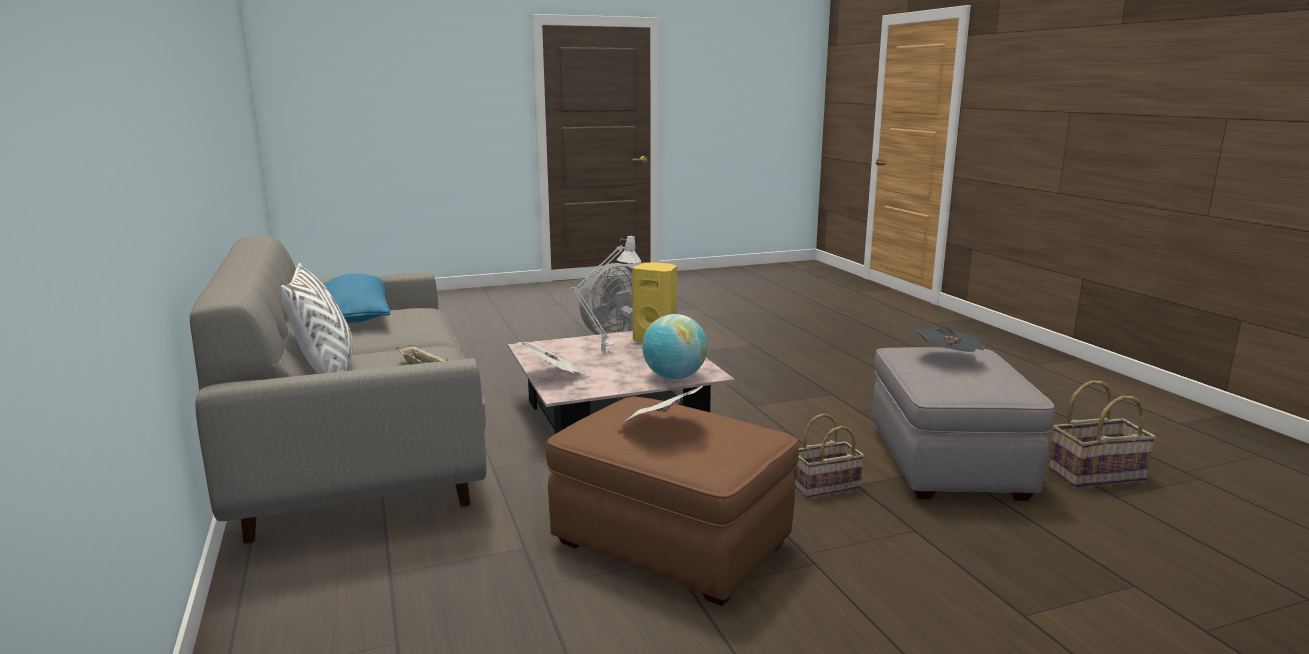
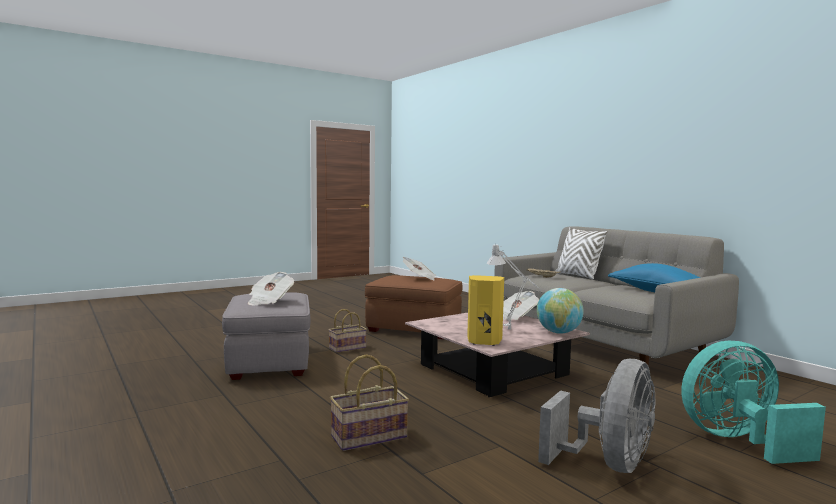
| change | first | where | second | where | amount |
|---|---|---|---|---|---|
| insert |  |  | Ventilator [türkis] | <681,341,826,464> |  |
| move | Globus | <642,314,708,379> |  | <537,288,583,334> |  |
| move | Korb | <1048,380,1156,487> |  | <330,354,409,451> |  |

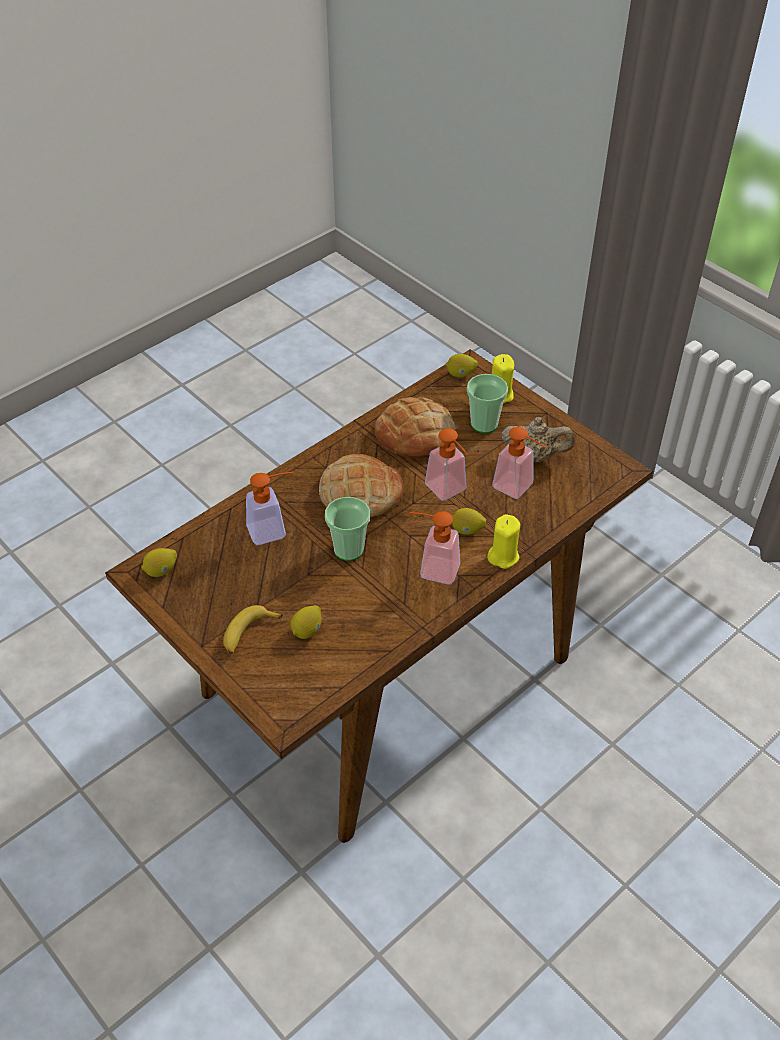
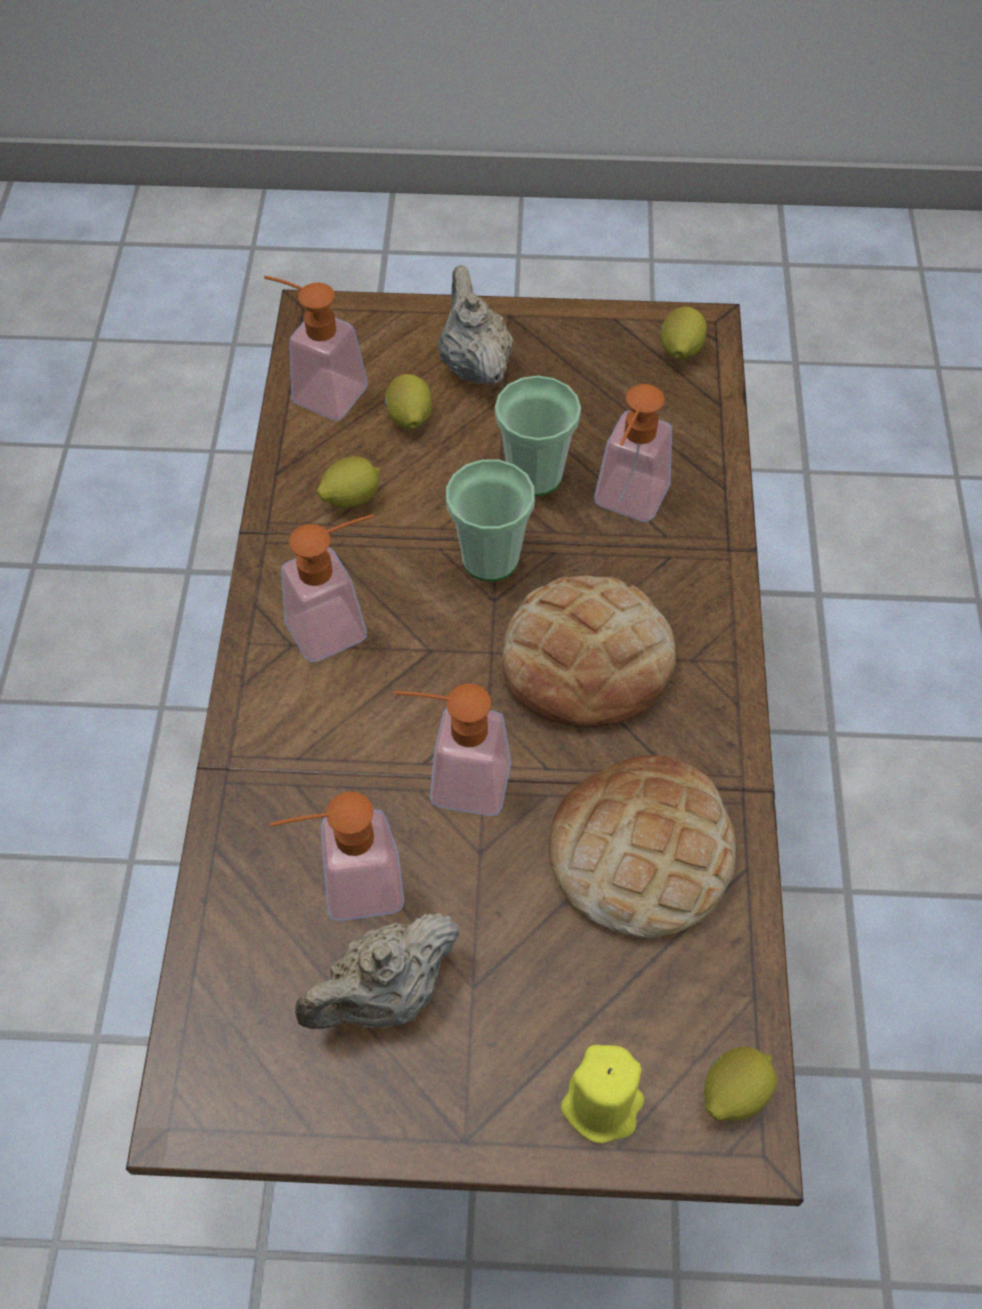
| change | first | where | second | where | amount |
|---|---|---|---|---|---|
| delete | Kerze [gelb] | <487,514,520,569> |  |  |  |
| insert |  |  | Seifenspender | <264,275,368,421> |  |
| move | Zitrone | <452,508,486,535> |  | <316,456,380,508> |  |
| move | Tasse | <467,374,508,433> |  | <495,376,581,496> |  |
| replace | Banane | <223,605,283,654> | Teekanne [beige] | <438,265,514,385> |  |

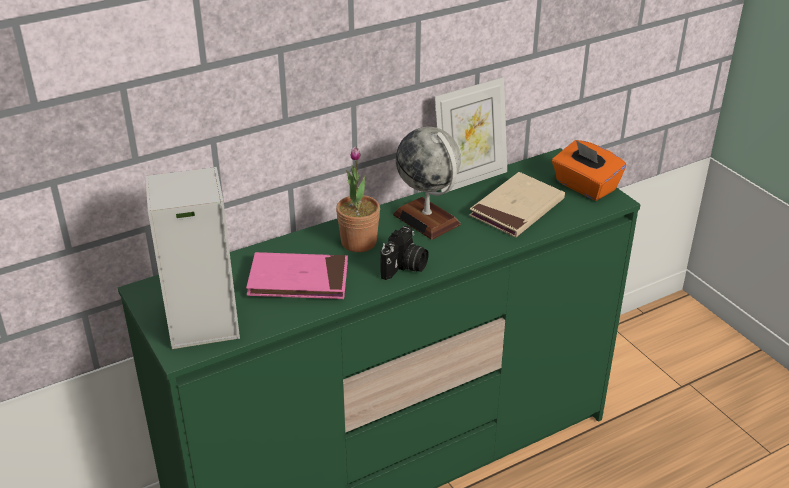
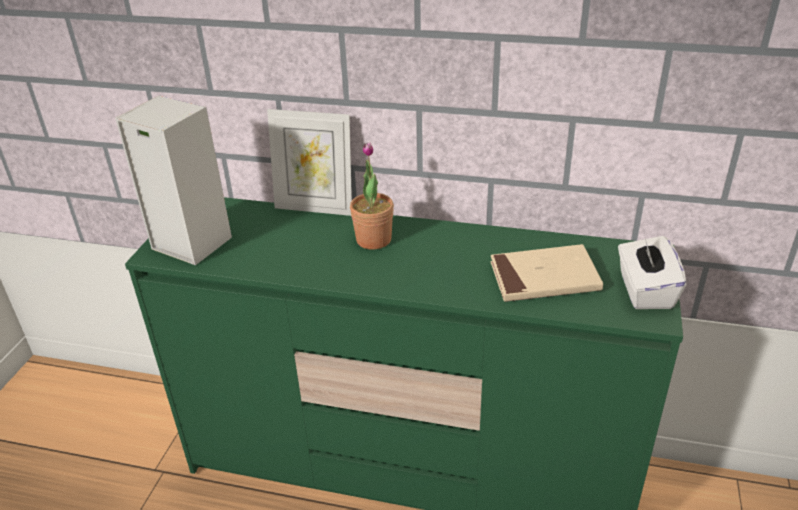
| change | first | where | second | where | amount |
|---|---|---|---|---|---|
| delete | Buch [rosa] | <246,252,348,299> |  |  |  |
| delete | Kamera | <380,226,429,280> |  |  |  |
| delete | Globus | <393,127,461,240> |  |  |  |
| move | Bilderrahmen | <435,77,507,192> |  | <267,109,352,216> |  |
| recolor | Taschentuchbox [orange] | <552,140,626,201> | Taschentuchbox [weiß] | <618,235,686,309> |  |

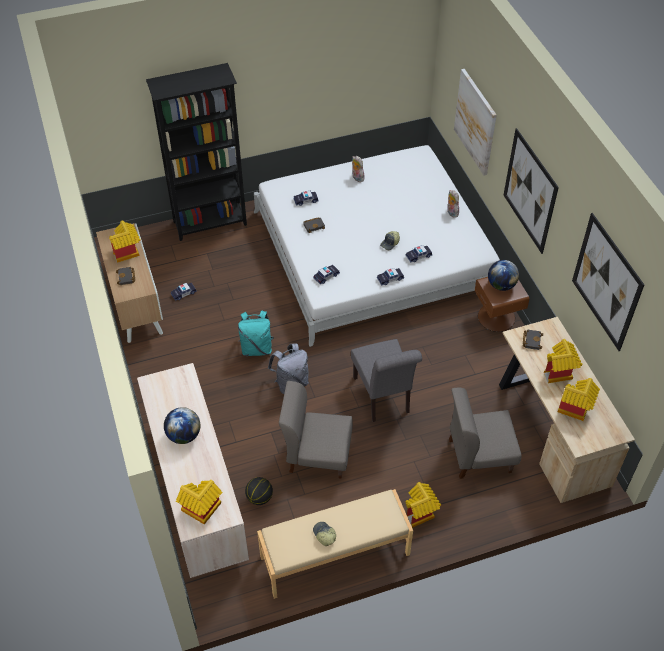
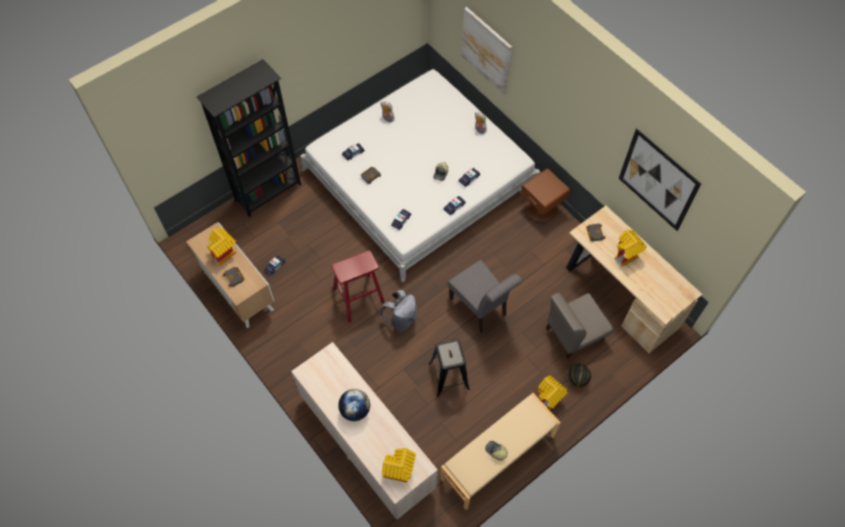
| change | first | where | second | where | amount |
|---|---|---|---|---|---|
| delete | Globus | <488,260,519,291> |  |  |  |
| delete | Bild | <504,128,559,254> |  |  |  |
| delete | Spielzeughaus | <558,378,600,421> |  |  |  |
| move | Basketball | <245,477,273,505> |  | <568,364,591,387> |  |
| replace | Rucksack [türkis] | <238,310,274,356> | Hocker [rot] | <331,250,387,323> |  |
| replace | Stuhl [grau] | <279,381,353,479> | Hocker [schwarz] | <429,339,470,397> |  |

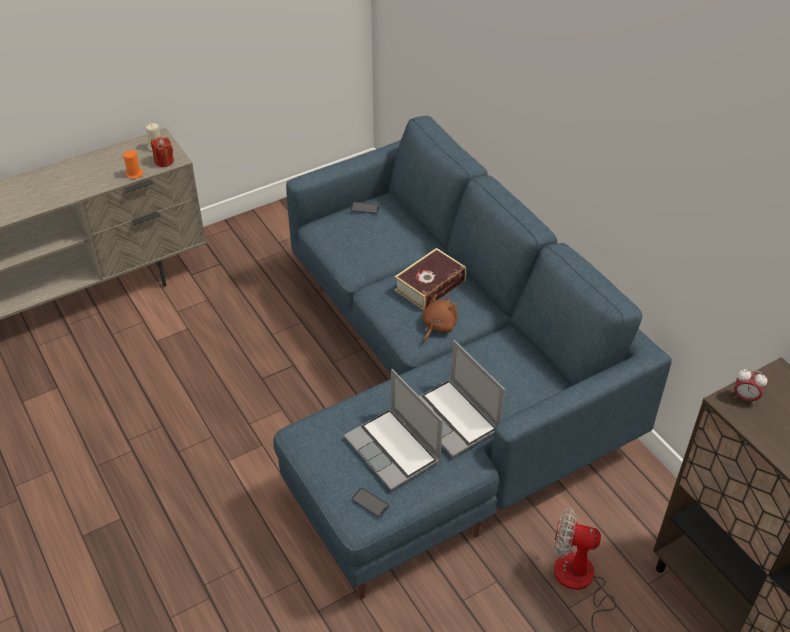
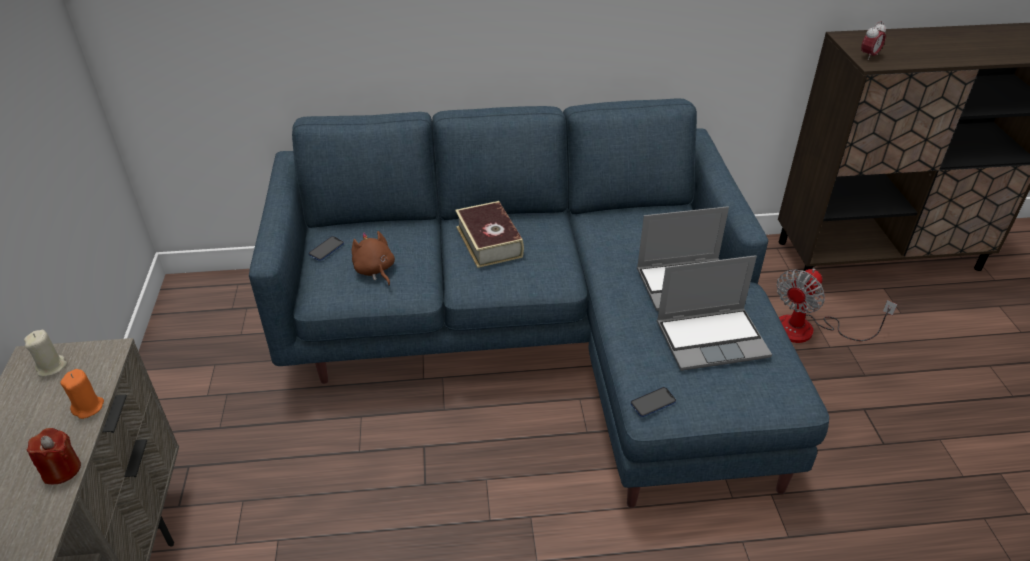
| change | first | where | second | where | amount |
|---|---|---|---|---|---|
| move | Kerze [rot] | <151,137,174,167> |  | <27,428,81,485> |  |
| move | Handy | <352,488,389,518> |  | <631,387,676,417> |  |
| move | Plüschtier [braun] | <422,294,458,342> |  | <352,231,395,286> |  |

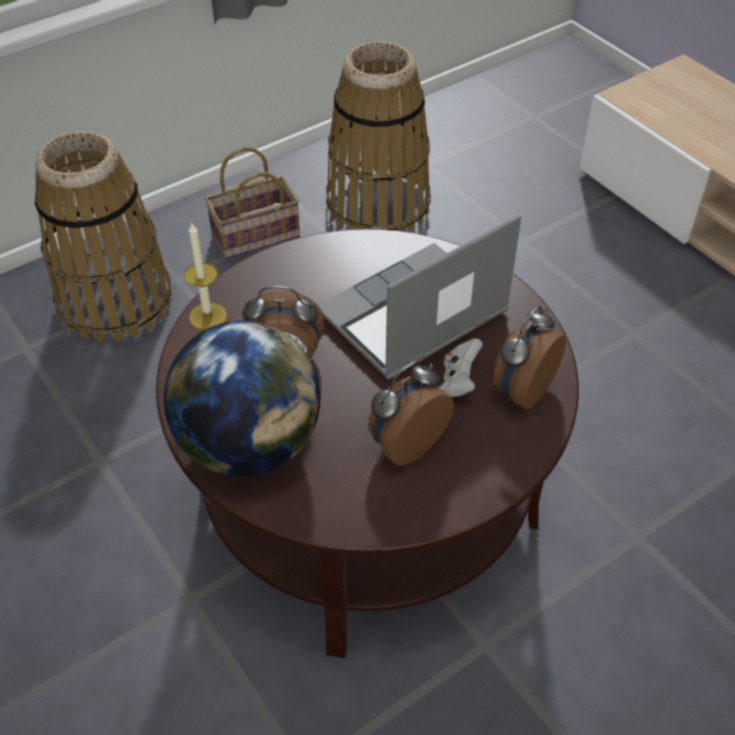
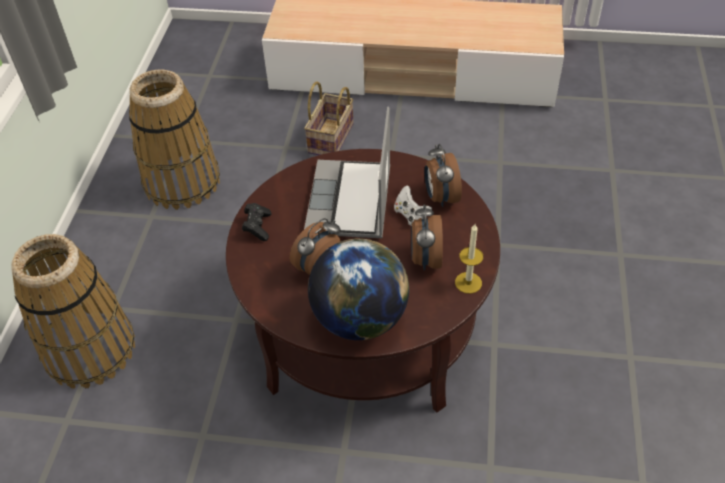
| change | first | where | second | where | amount |
|---|---|---|---|---|---|
| insert |  |  | Gamepad [schwarz] | <242,203,271,241> |  |
| move | Kerze | <184,222,227,330> |  | <455,224,483,294> |  |
| move | Korb | <205,147,300,259> |  | <304,82,354,155> |  |

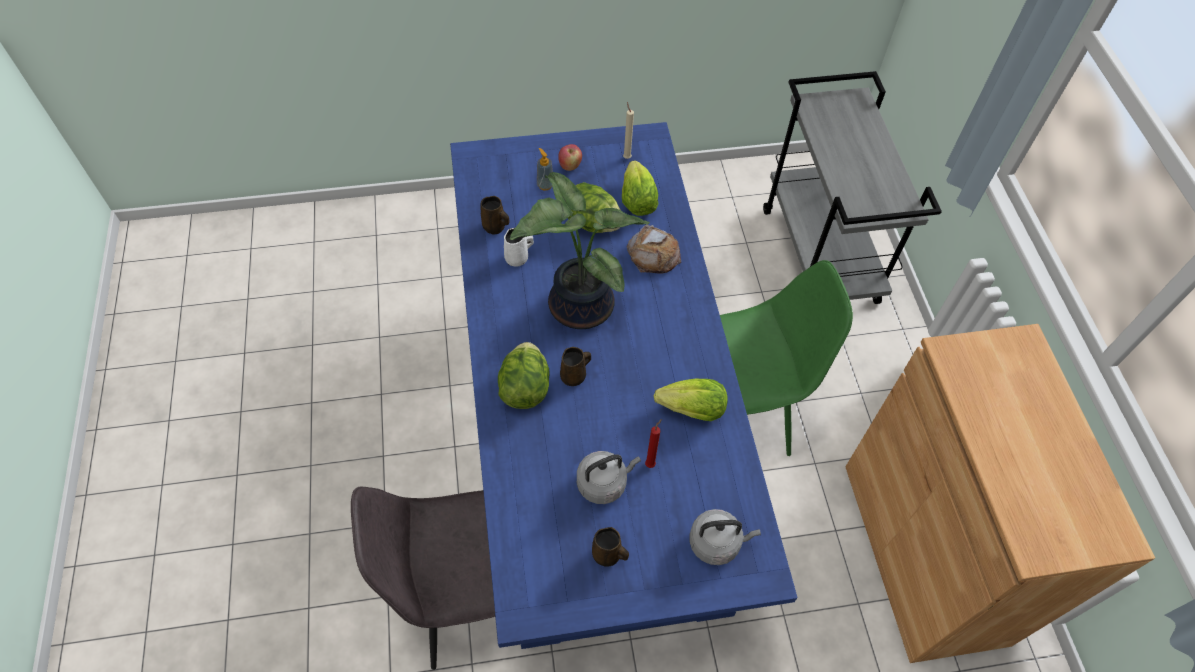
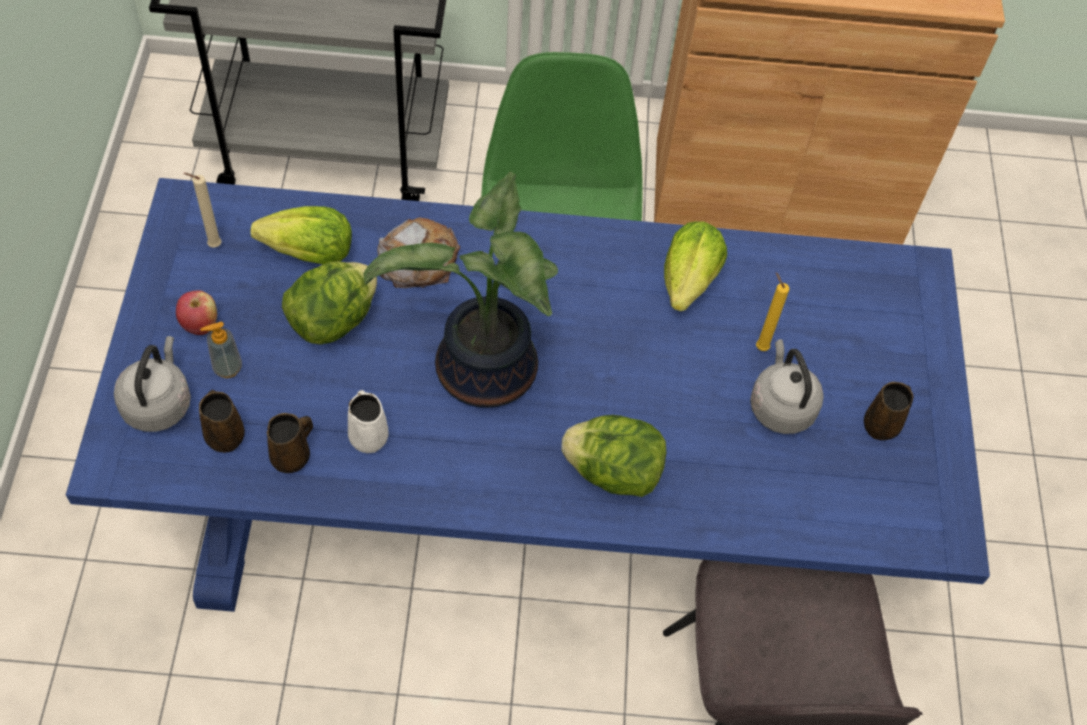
| change | first | where | second | where | amount |
|---|---|---|---|---|---|
| move | Henkelbecher [braun] | <560,347,591,386> |  | <199,390,245,453> |  |
| move | Wasserkessel [grau] | <689,509,761,565> |  | <114,336,191,432> |  |
| recolor | Kerze [rot] | <645,419,662,468> | Kerze [gelb] | <756,272,789,351> |  |

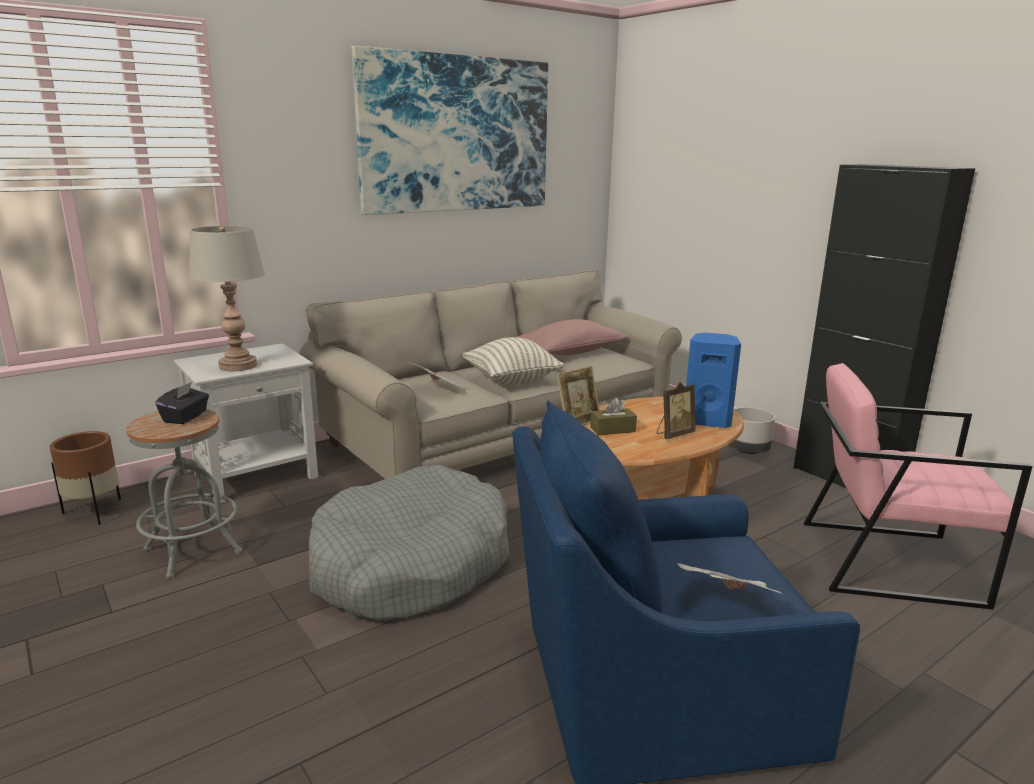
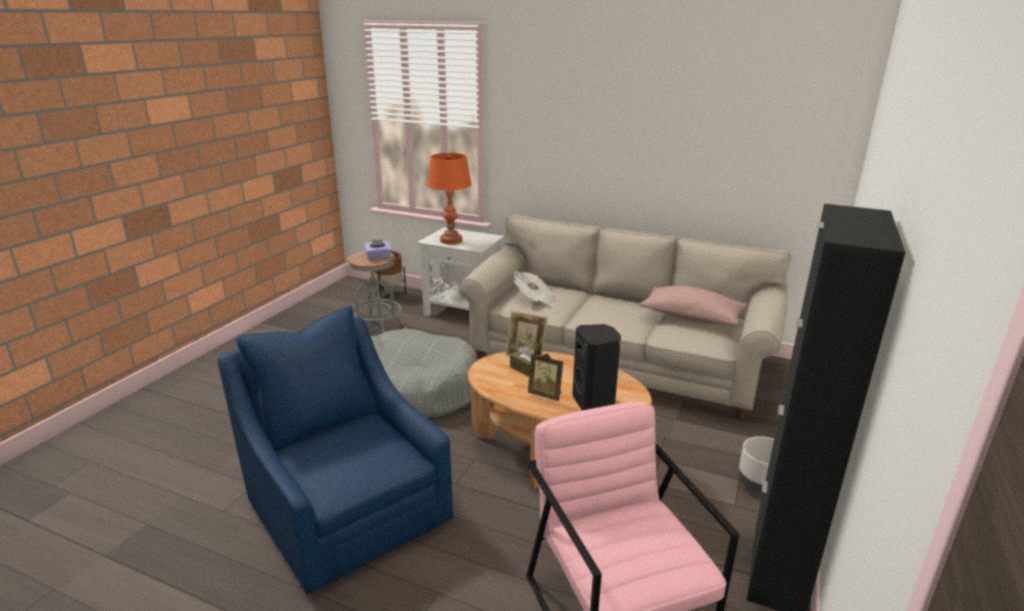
| change | first | where | second | where | amount |
|---|---|---|---|---|---|
| delete | Bild | <352,46,548,215> |  |  |  |
| delete | Kissen | <462,337,564,385> |  |  |  |
| delete | Zeitung | <677,563,787,596> |  |  |  |
| recolor | Taschentuchbox [schwarz] | <155,382,209,424> | Taschentuchbox [lila] | <364,239,392,260> |  |
| recolor | Tischlampe [grau] | <188,226,265,371> | Tischlampe [orange] | <427,153,472,244> |  |
| recolor | Lautsprecher [blau] | <686,333,741,428> | Lautsprecher [schwarz] | <572,324,621,410> |  |

